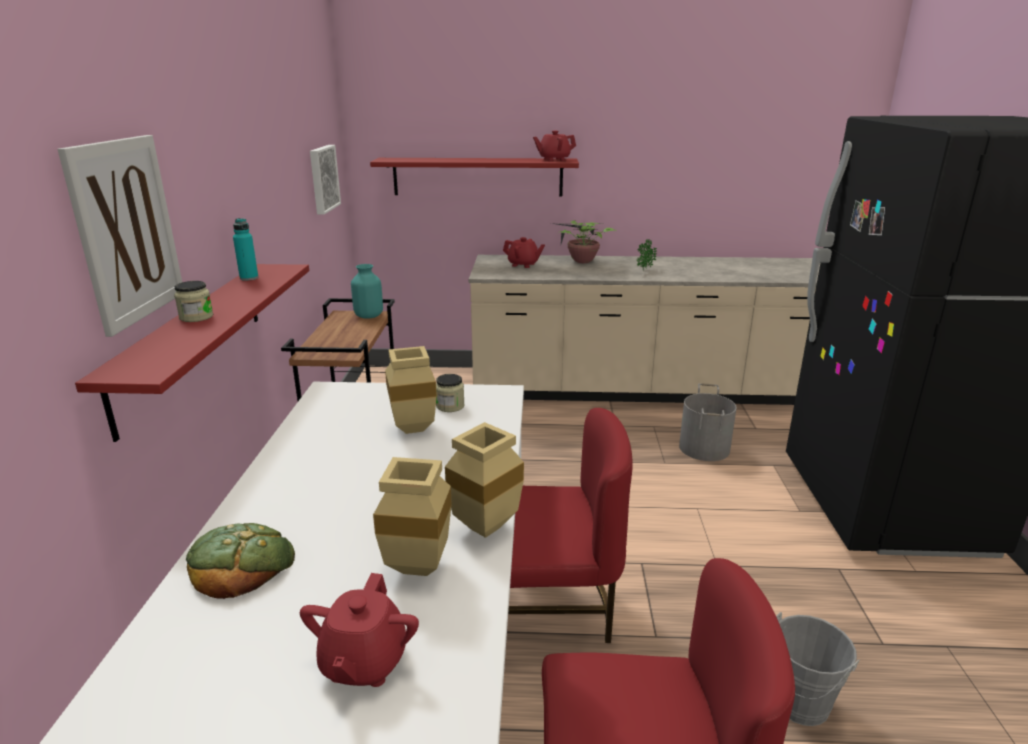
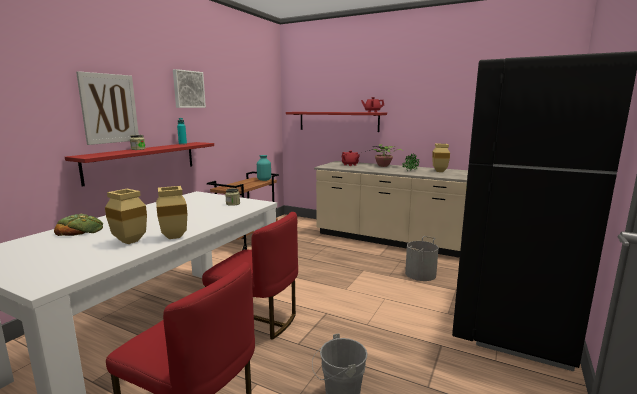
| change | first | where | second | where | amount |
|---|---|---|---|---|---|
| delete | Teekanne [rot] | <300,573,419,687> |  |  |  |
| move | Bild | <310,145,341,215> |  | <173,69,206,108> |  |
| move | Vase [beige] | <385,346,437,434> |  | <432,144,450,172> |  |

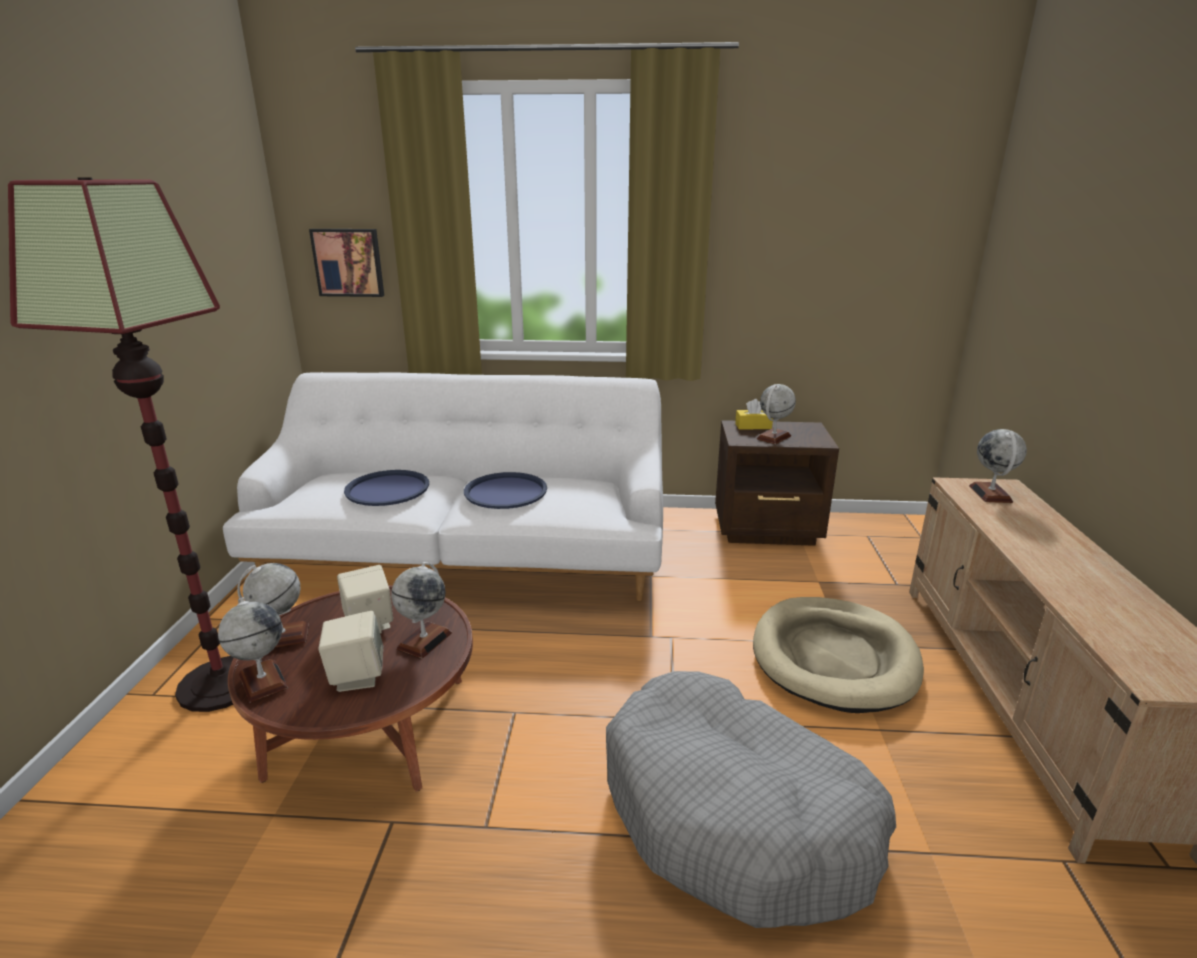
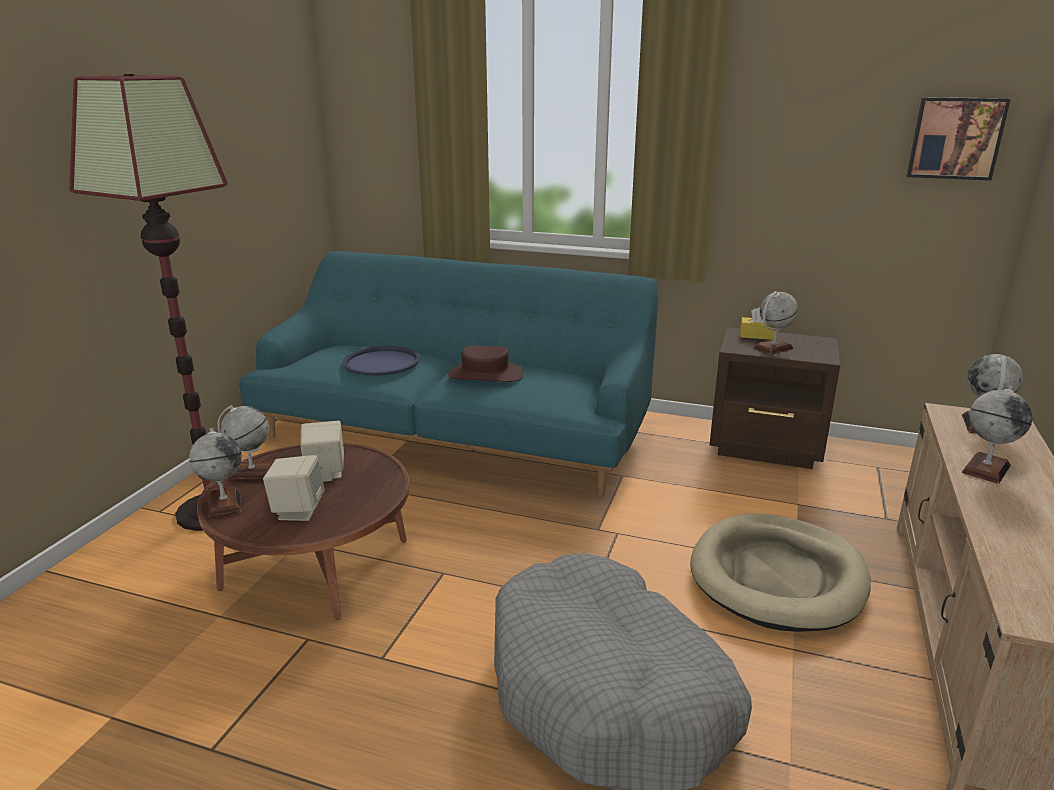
| change | first | where | second | where | amount |
|---|---|---|---|---|---|
| move | Bild | <309,229,384,297> |  | <907,97,1011,181> |  |
| move | Globus | <391,562,452,659> |  | <962,385,1032,484> |  |
| replace | Tablett [blau] | <464,472,547,509> | Hut [braun] | <448,345,524,382> |  |
| recolor | Sofa [weiß] | <223,372,663,601> | Sofa [türkis] | <239,251,659,497> |  |

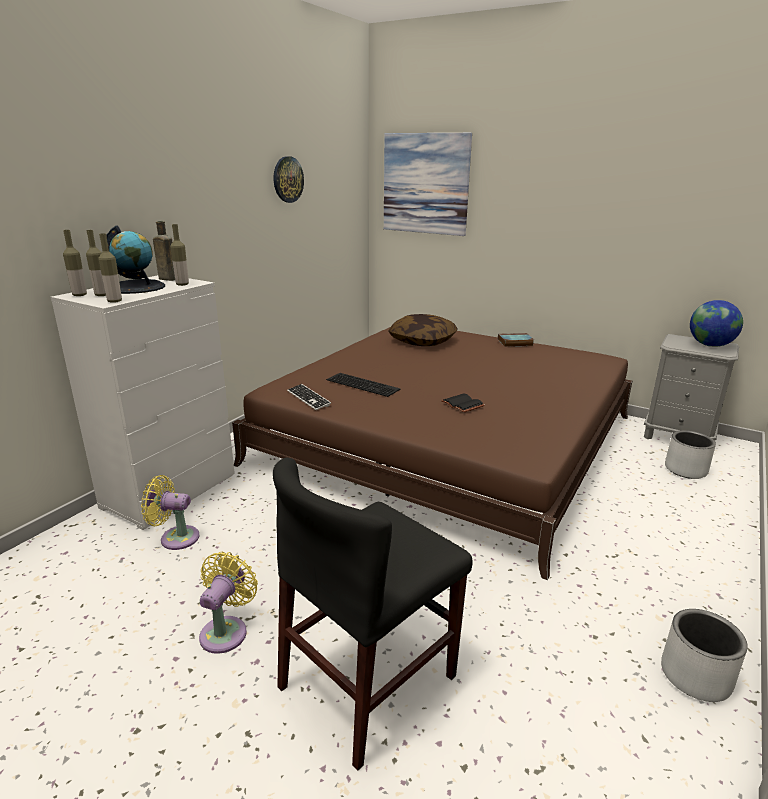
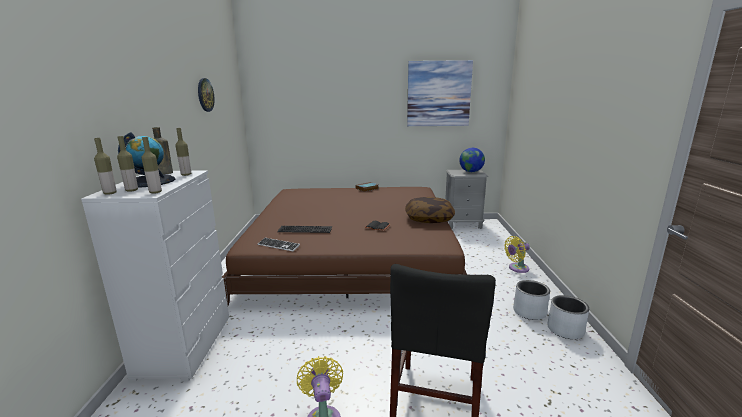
| change | first | where | second | where | amount |
|---|---|---|---|---|---|
| move | Ventilator [gelb] | <141,475,200,550> |  | <504,236,530,273> |  |
| move | Bild | <384,133,472,236> |  | <407,60,473,126> |  |
| move | Kissen | <388,314,458,346> |  | <405,197,455,223> |  |
| move | Pflanzkübel [grau] | <665,430,716,479> |  | <513,280,550,320> |  |

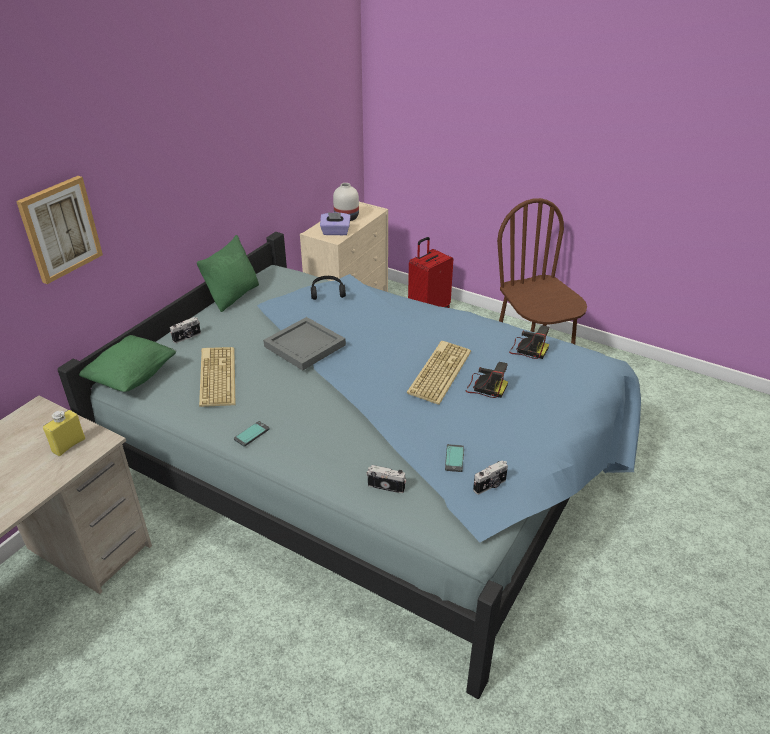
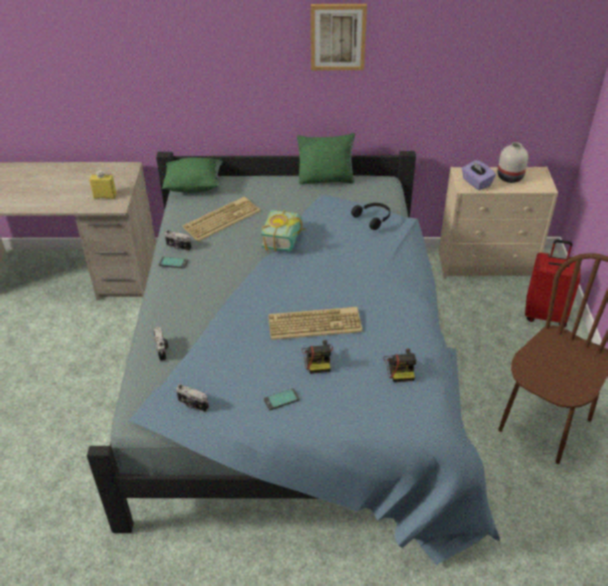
| change | first | where | second | where | amount |
|---|---|---|---|---|---|
| move | Bild | <16,176,103,284> |  | <311,4,367,70> |  |
| move | Kamera | <170,317,201,343> |  | <165,230,192,251> |  |
| move | Handy | <445,444,464,472> |  | <264,388,300,410> |  |
| replace | Tablett [grau] | <263,317,346,370> | Buch | <261,210,305,252> |  |

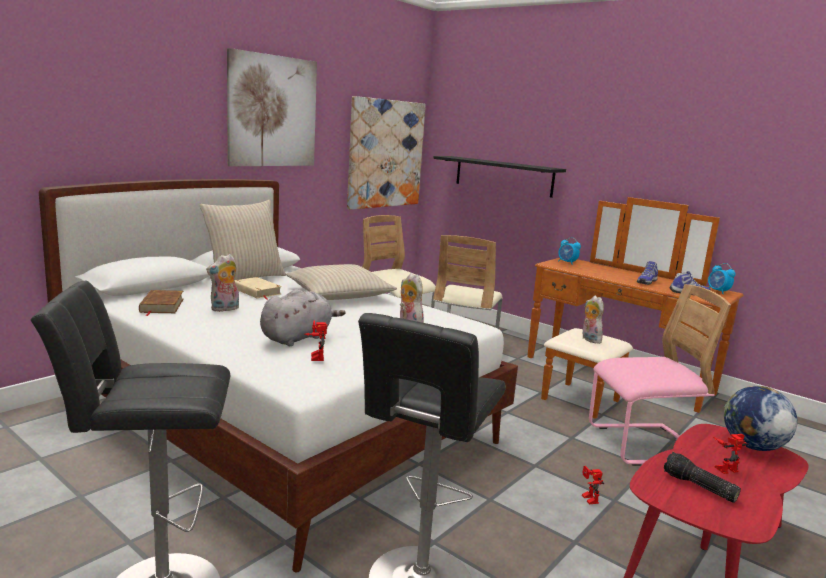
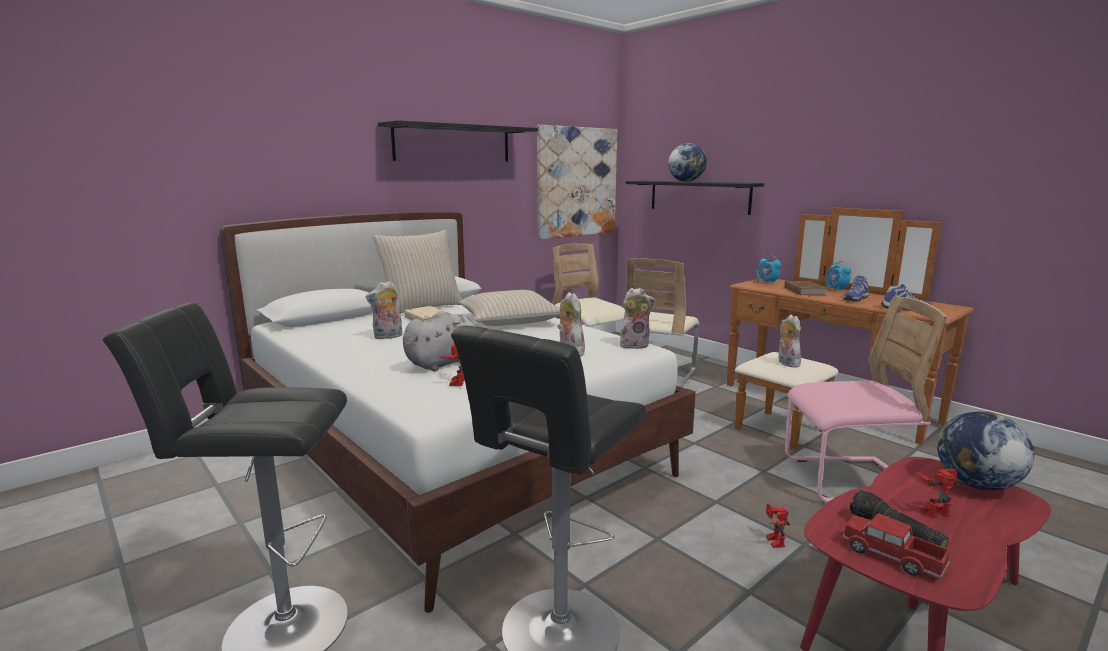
| change | first | where | second | where | amount |
|---|---|---|---|---|---|
| insert |  |  | Plüschtier | <620,288,655,349> |  |
| insert |  |  | Globus | <668,143,707,182> |  |
| insert |  |  | Spielzeuglaster | <843,513,950,579> |  |
| move | Buch [braun] | <139,290,183,316> |  | <784,281,826,297> |  |
| move | Wecker | <708,263,735,294> |  | <825,261,851,292> |  |
| replace | Bild | <227,48,317,166> | Wandregal [schwarz] | <378,120,538,161> |  |

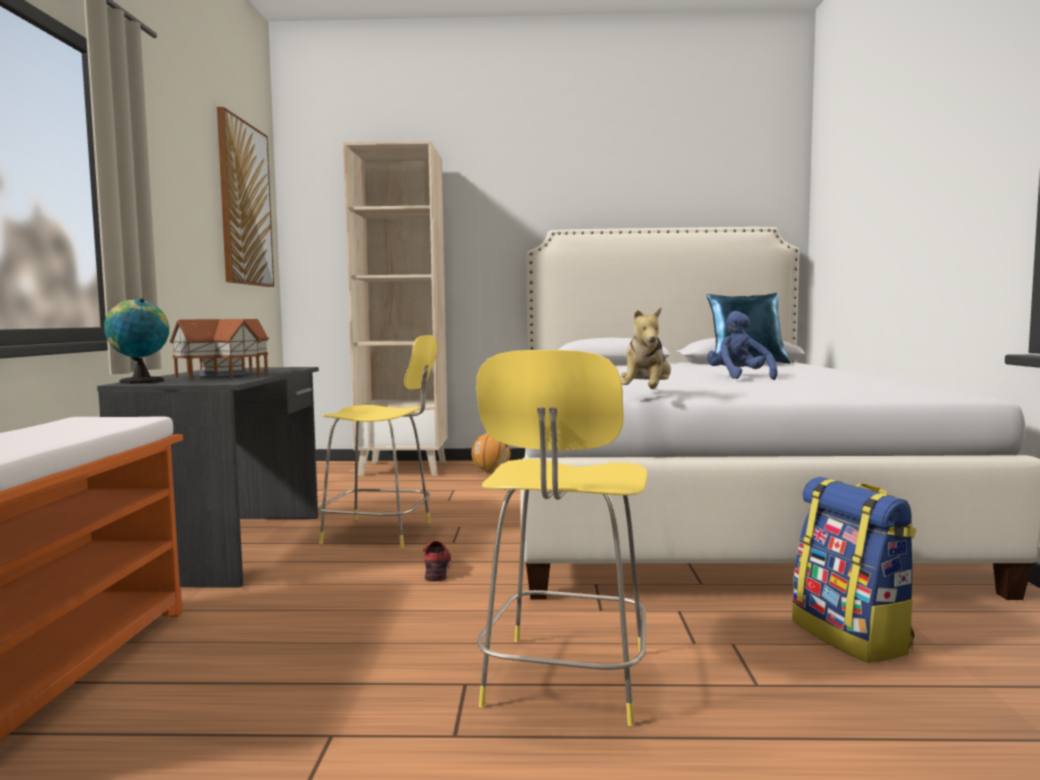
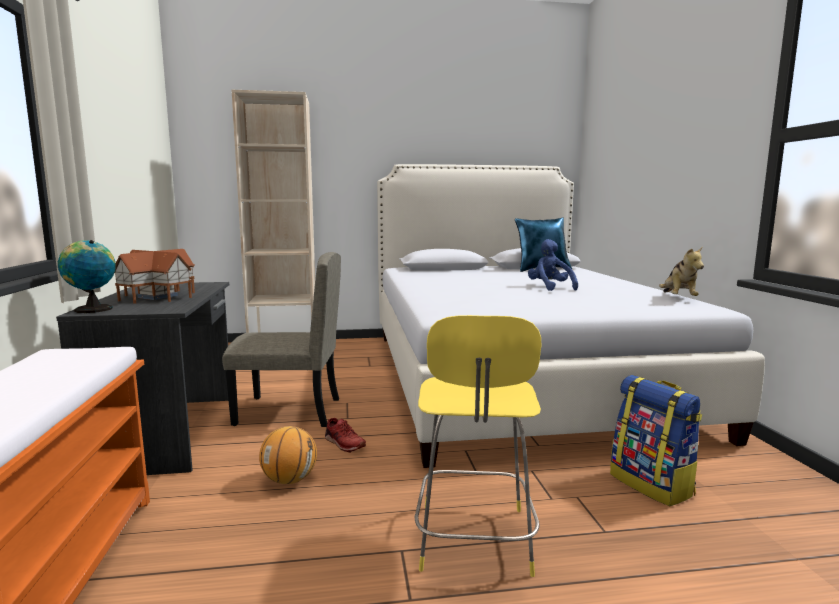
| change | first | where | second | where | amount |
|---|---|---|---|---|---|
| delete | Bild | <217,107,274,287> |  |  |  |
| move | Basketball | <471,433,510,472> |  | <259,426,317,484> |  |
| move | Plüschtier | <621,308,671,389> |  | <659,246,704,296> |  |
| replace | Hocker [gelb] | <318,335,437,548> | Stuhl [beige] | <222,252,341,427> |  |
| rotate | Schuh [rot] | <423,540,452,581> |  | <325,418,366,452> | 150 degrees clockwise |

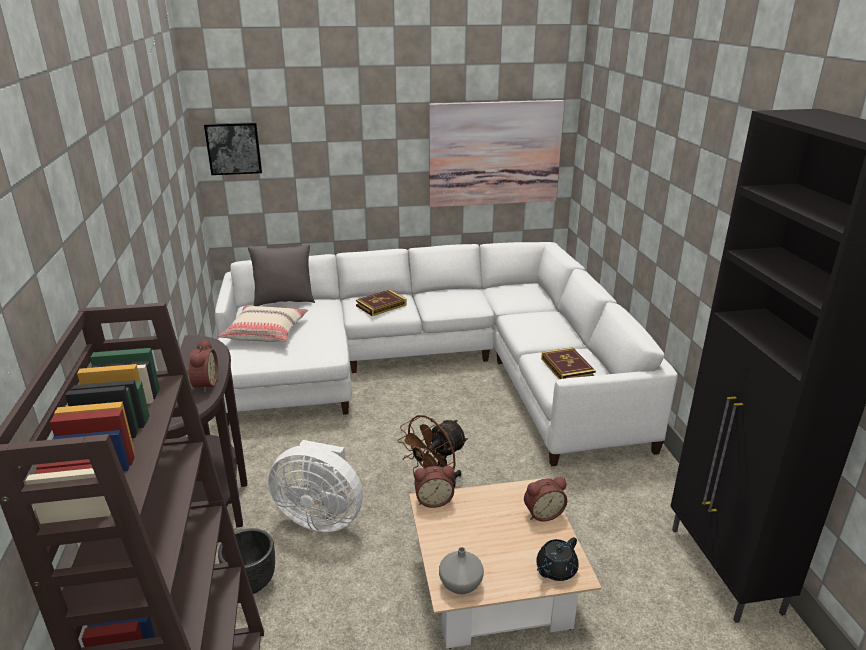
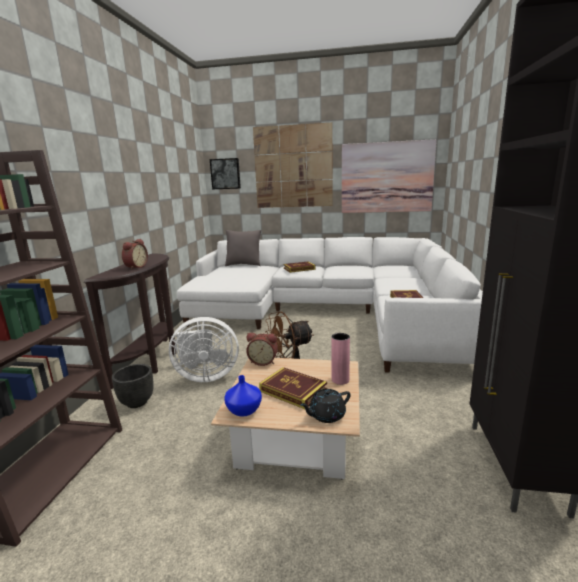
| change | first | where | second | where | amount |
|---|---|---|---|---|---|
| delete | Kissen [beige] | <218,306,308,342> |  |  |  |
| insert |  |  | Bild | <253,122,333,208> |  |
| insert |  |  | Buch | <259,367,327,409> |  |
| replace | Wecker | <524,477,567,522> | Vase [rosa] | <331,333,350,385> |  |
| recolor | Vase [grau] | <439,547,484,594> | Vase [blau] | <224,375,262,417> |  |
| rotate | Ventilator [weiß] | <268,440,363,532> |  | <169,317,239,382> | 45 degrees counterclockwise |

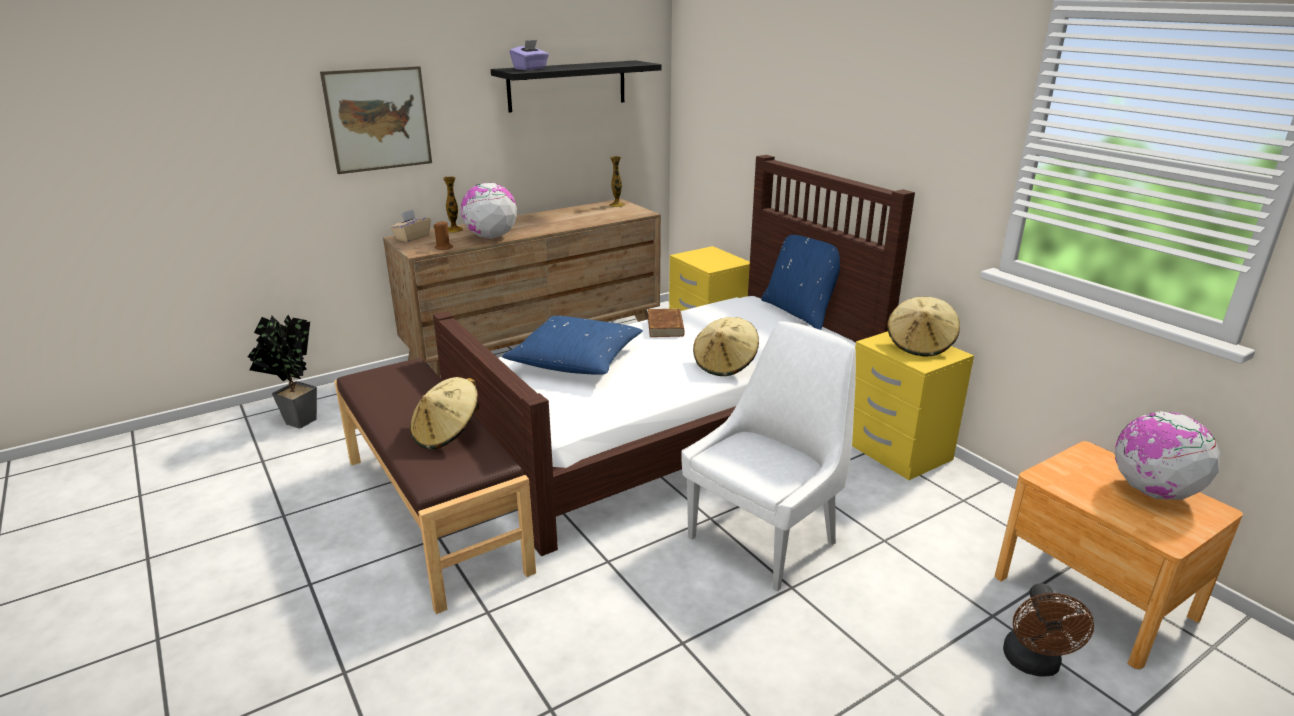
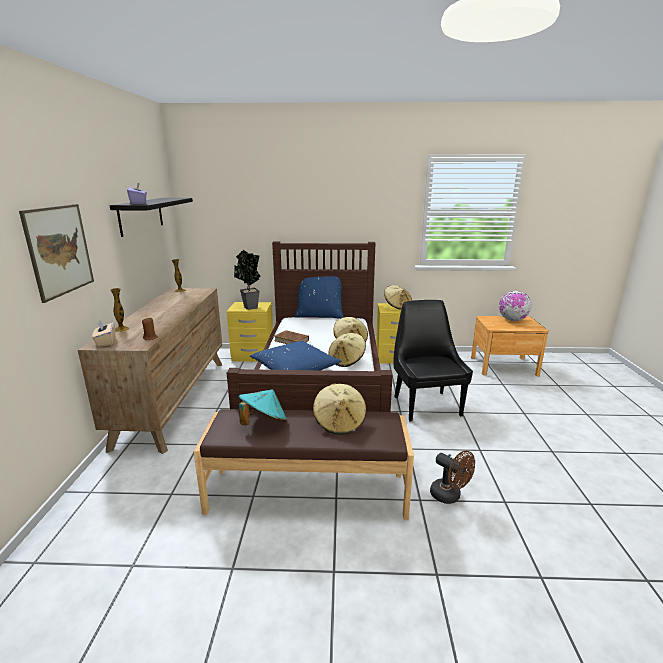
| change | first | where | second | where | amount |
|---|---|---|---|---|---|
| delete | Globus | <461,182,517,239> |  |  |  |
| insert |  |  | Hut [türkis] | <238,390,287,425> |  |
| insert |  |  | Hut [beige] | <329,333,366,367> |  |
| move | Topfpflanze | <248,315,317,429> |  | <234,250,261,310> |  |
| move | Ventilator [braun] | <1003,583,1094,677> |  | <430,451,475,504> |  |
| recolor | Stuhl [weiß] | <681,321,856,591> | Stuhl [schwarz] | <393,300,473,422> |  |

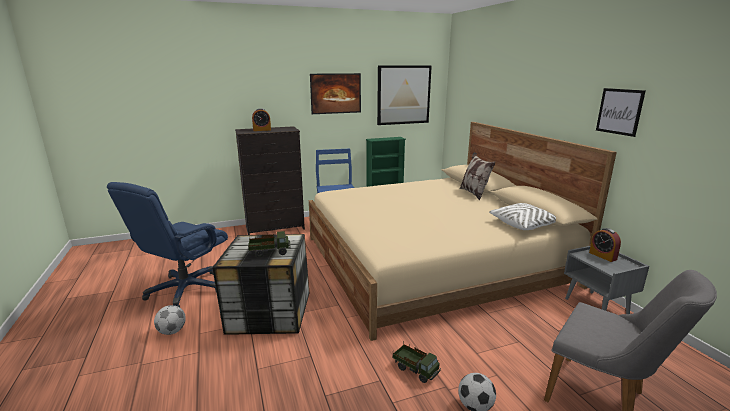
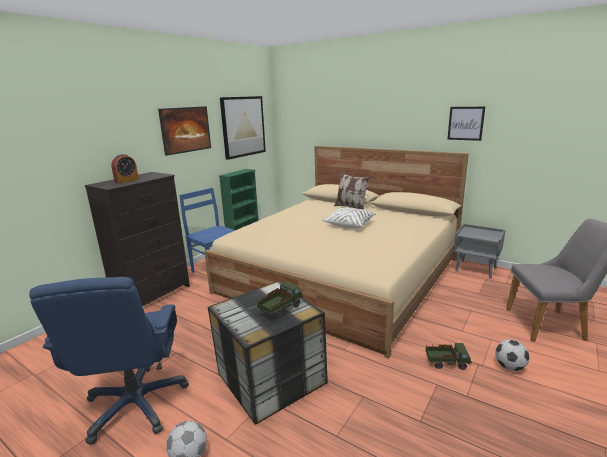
| change | first | where | second | where | amount |
|---|---|---|---|---|---|
| delete | Wecker | <589,228,621,262> |  |  |  |
| move | Kissen [weiß] | <489,203,556,230> |  | <322,207,376,228> |  |

